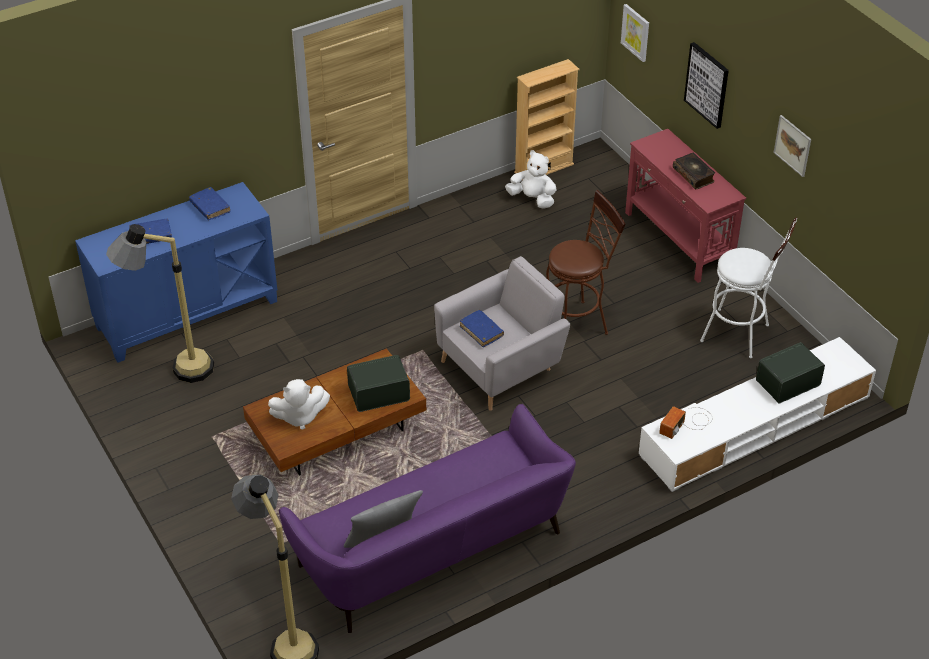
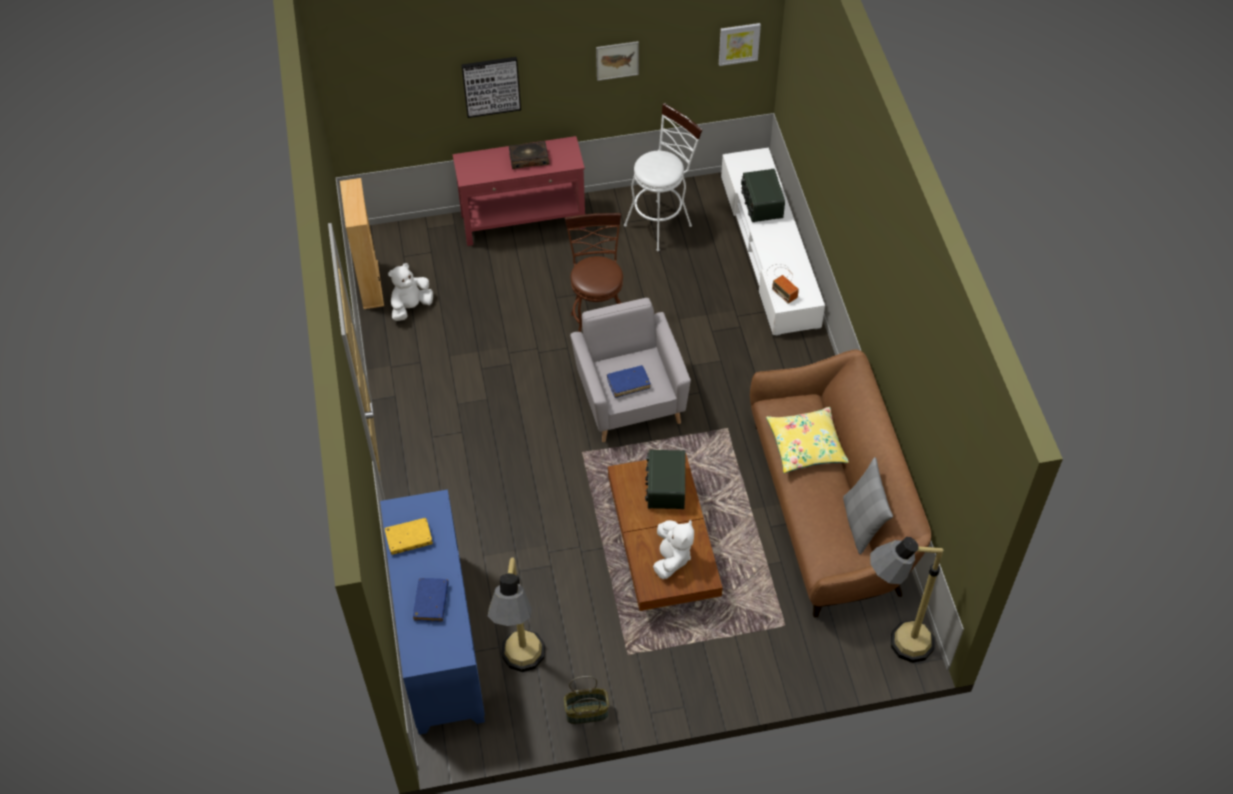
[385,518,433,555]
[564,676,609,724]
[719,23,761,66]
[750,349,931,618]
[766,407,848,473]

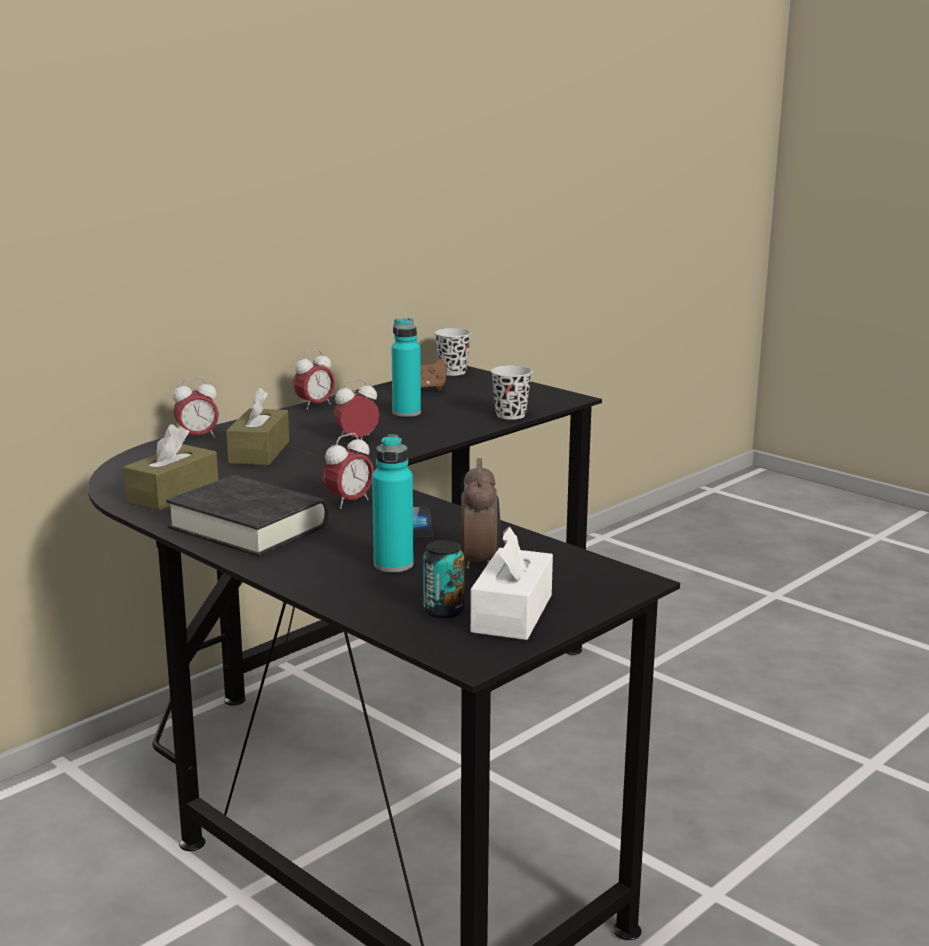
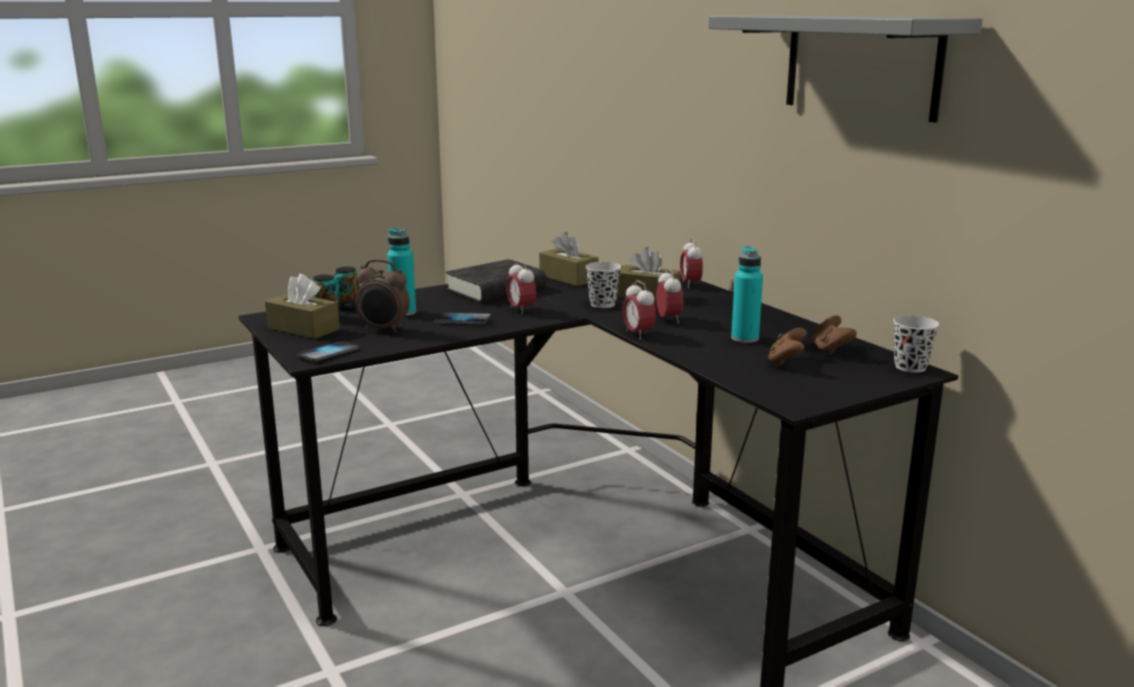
[265,274,340,339]
[297,341,360,361]
[334,267,359,311]
[585,262,621,308]
[622,280,656,339]
[708,15,983,123]
[768,328,807,367]

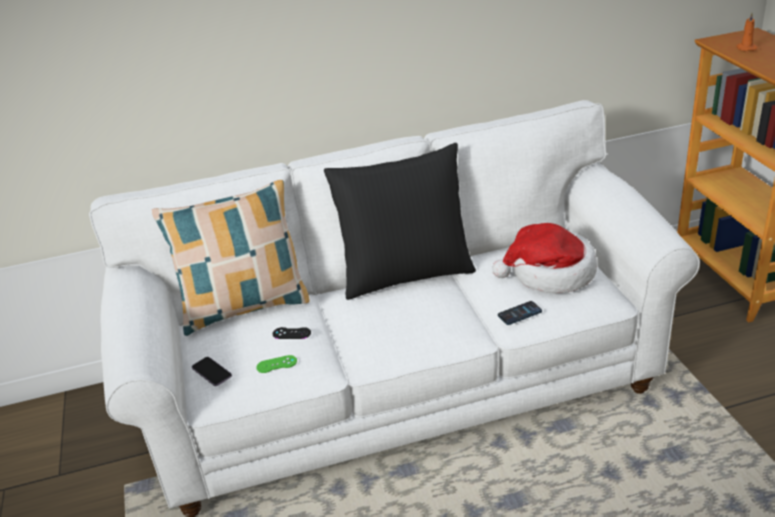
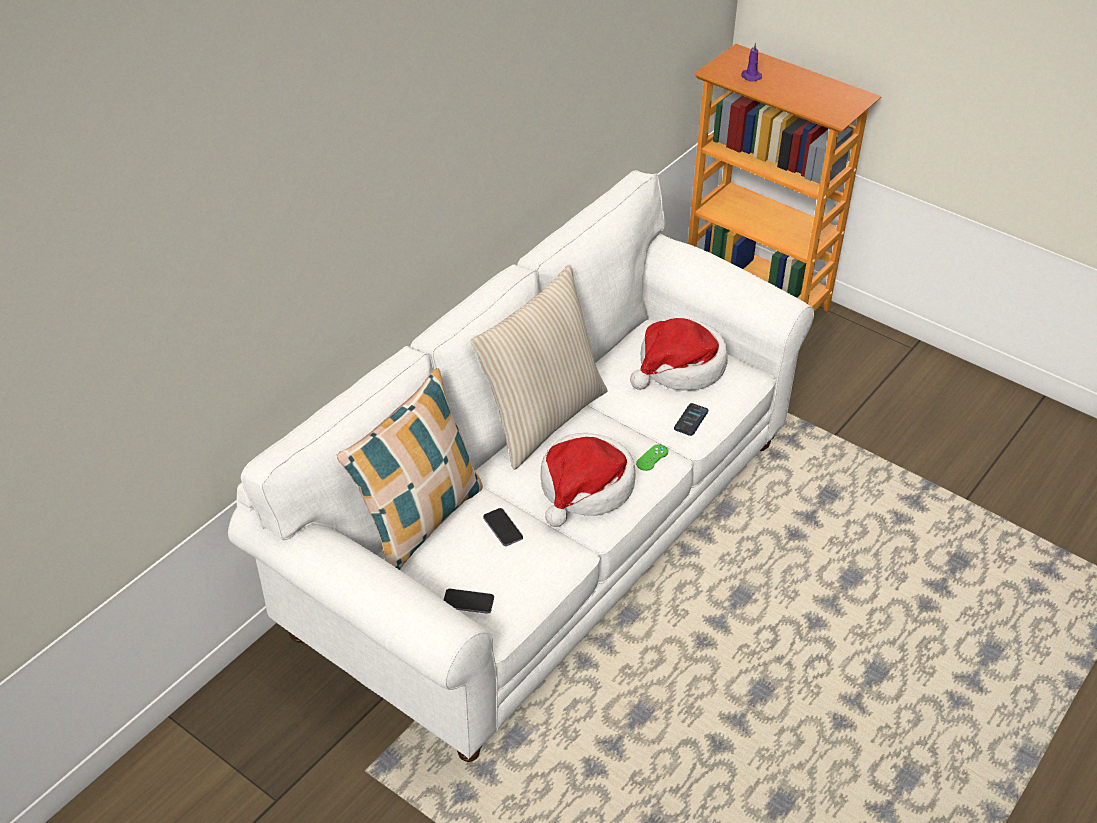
[470,264,607,470]
[483,508,523,546]
[540,433,636,527]
[636,444,668,471]
[741,42,762,82]

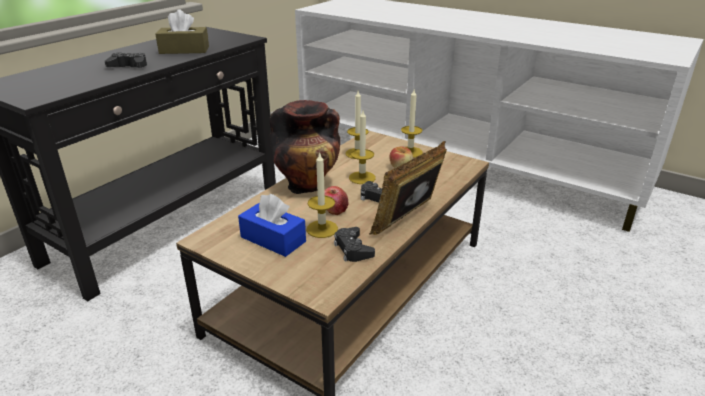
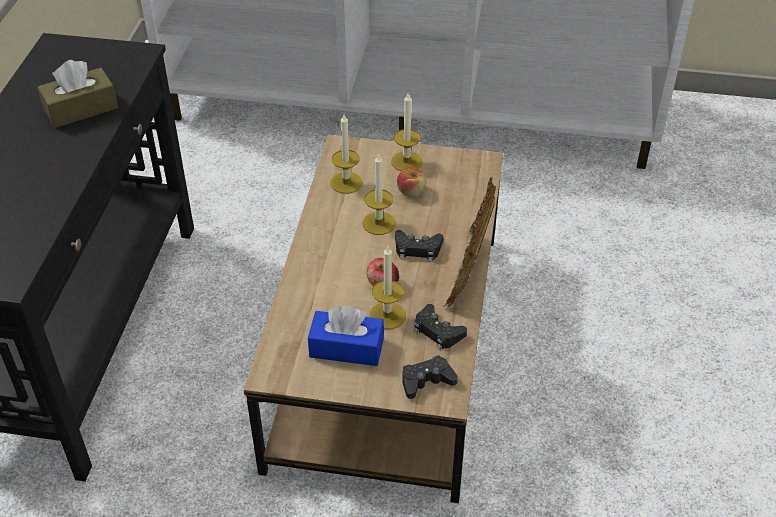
[402,355,458,399]
[269,100,340,194] (first image)

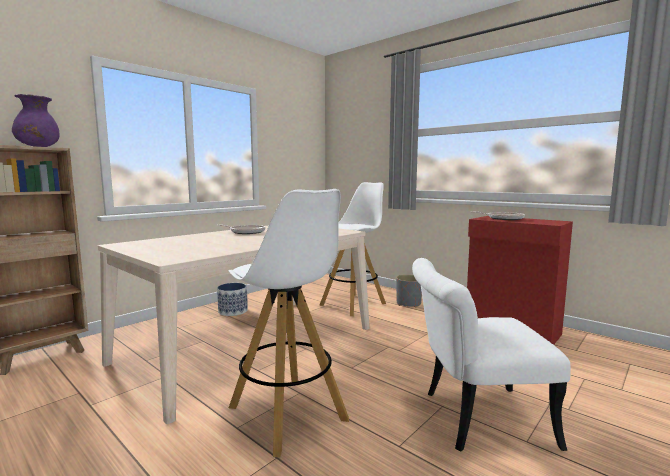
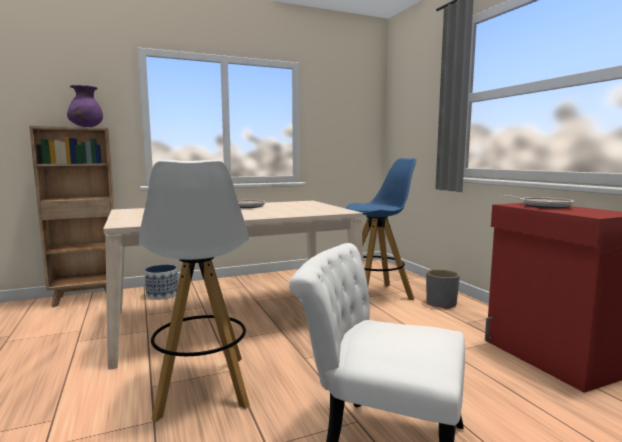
[145,264,178,300]
[345,158,417,300]

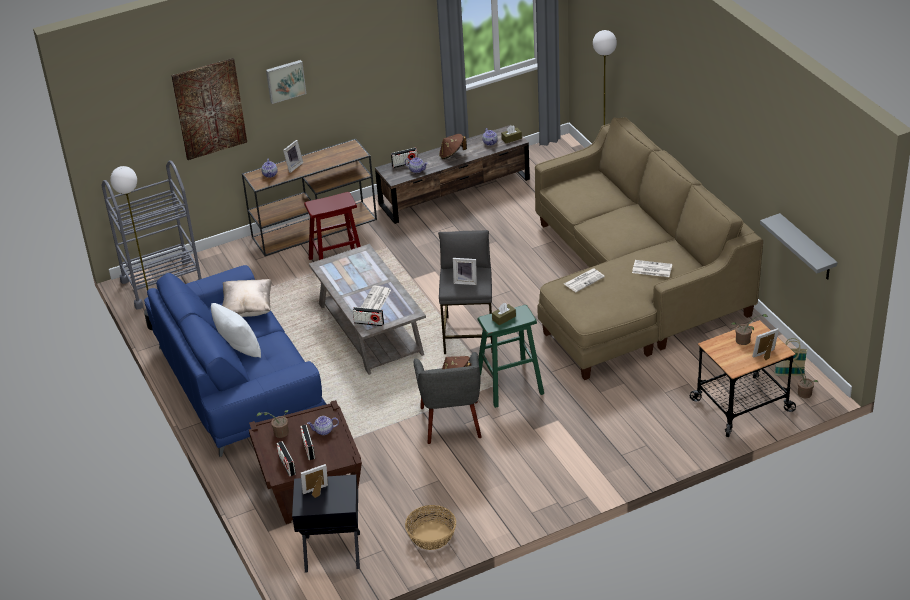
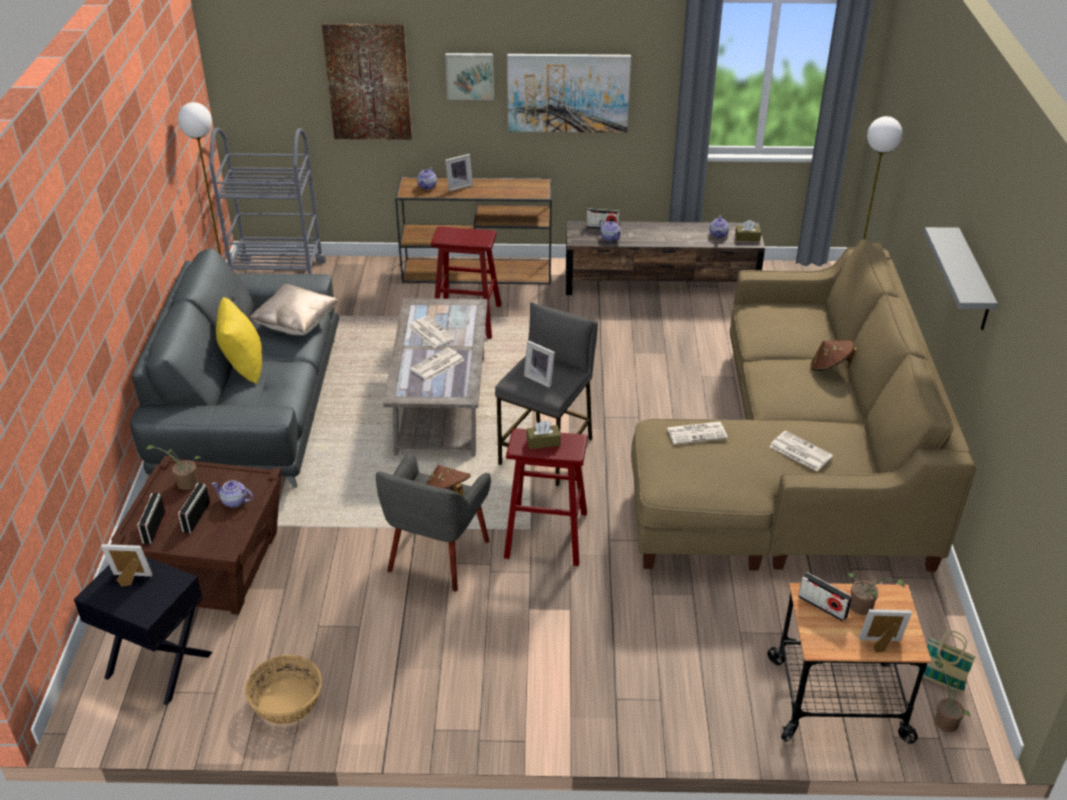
[130,248,340,488]
[216,297,262,384]
[408,316,455,348]
[504,428,587,566]
[507,54,631,133]
[798,572,852,622]
[810,340,857,371]
[924,227,998,330]

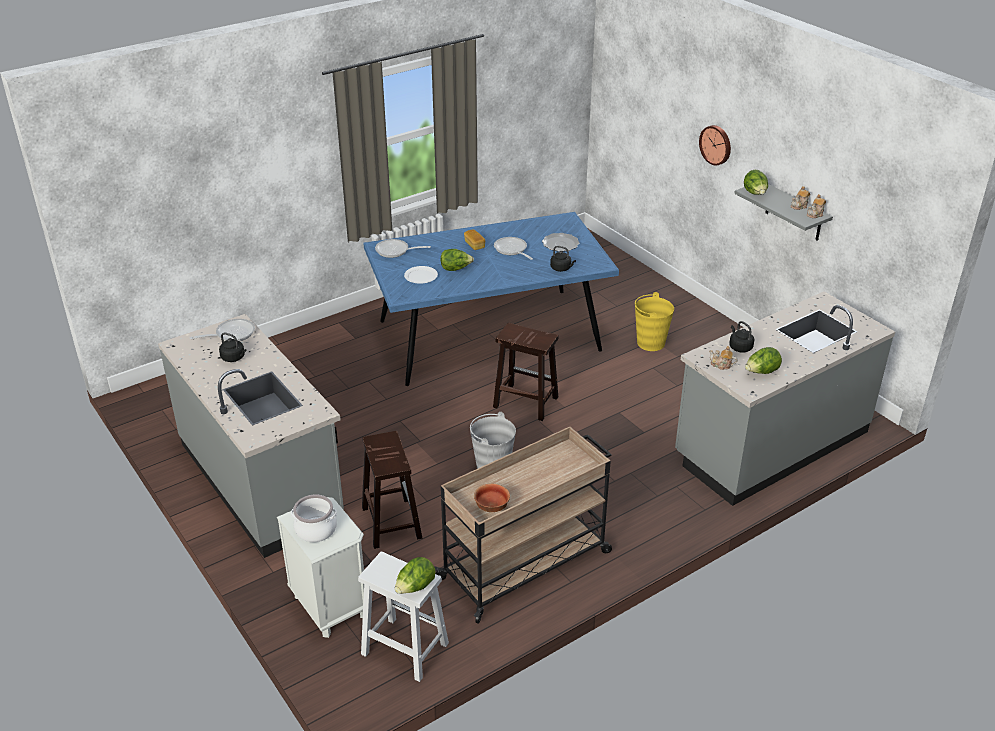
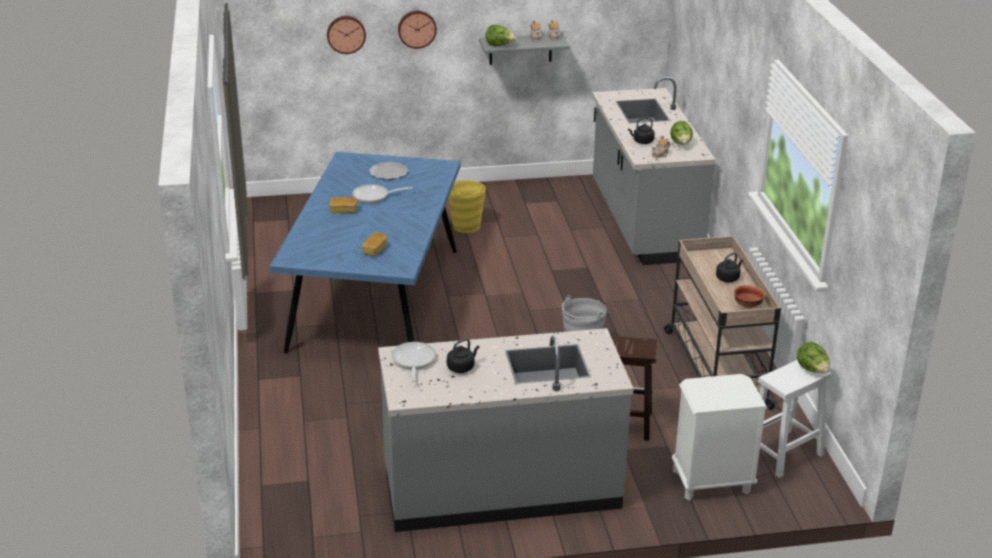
[327,16,366,54]
[362,233,387,256]
[716,252,743,282]
[291,494,337,542] (first image)
[375,239,431,258] (first image)
[441,249,474,271] (first image)
[493,323,559,421] (first image)

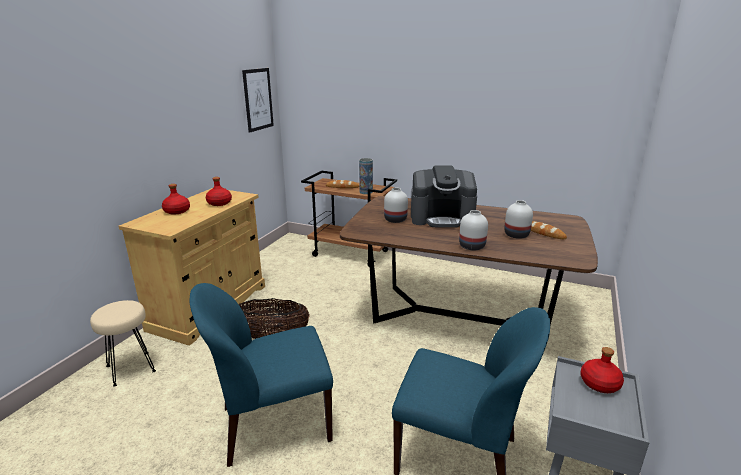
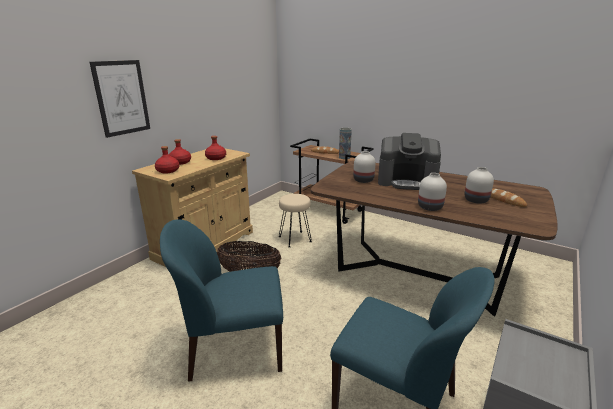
[89,60,150,138]
[155,146,179,174]
[279,194,312,247]

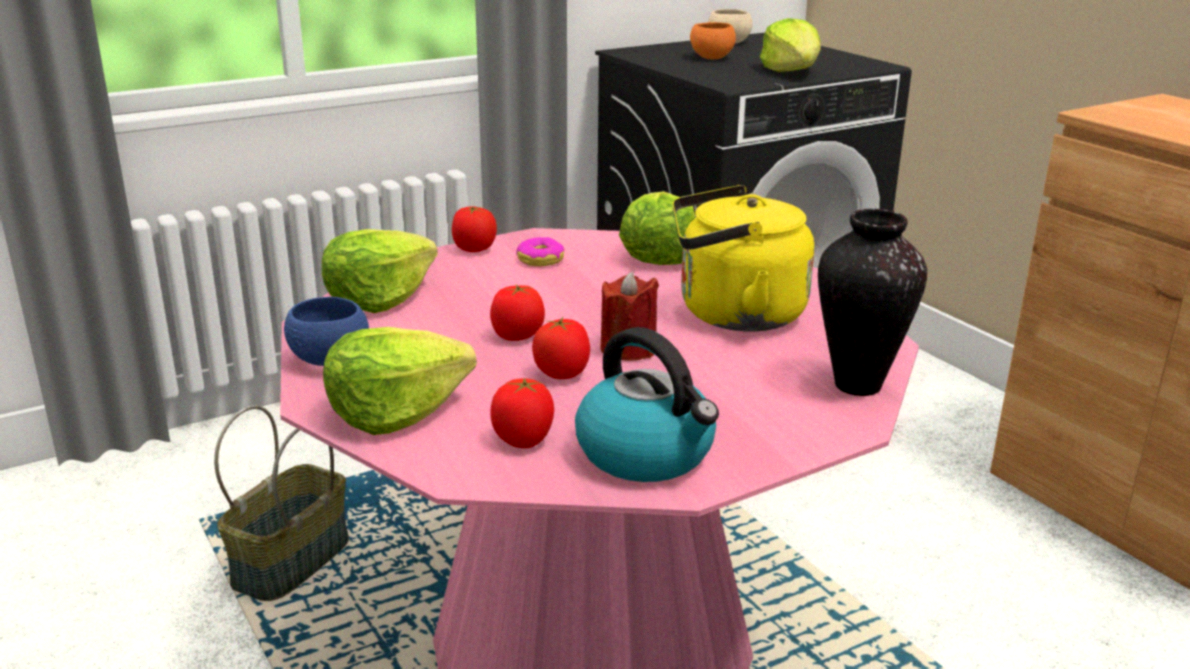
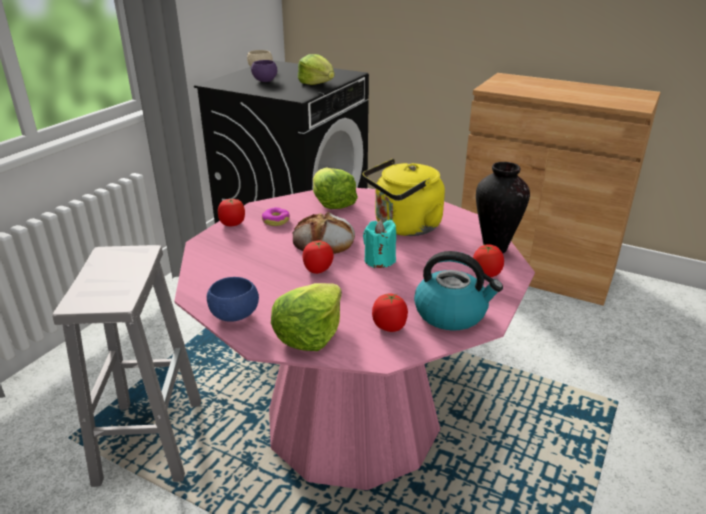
[53,245,201,487]
[251,60,277,82]
[292,212,355,254]
[363,219,396,268]
[473,244,504,277]
[322,229,438,313] (first image)

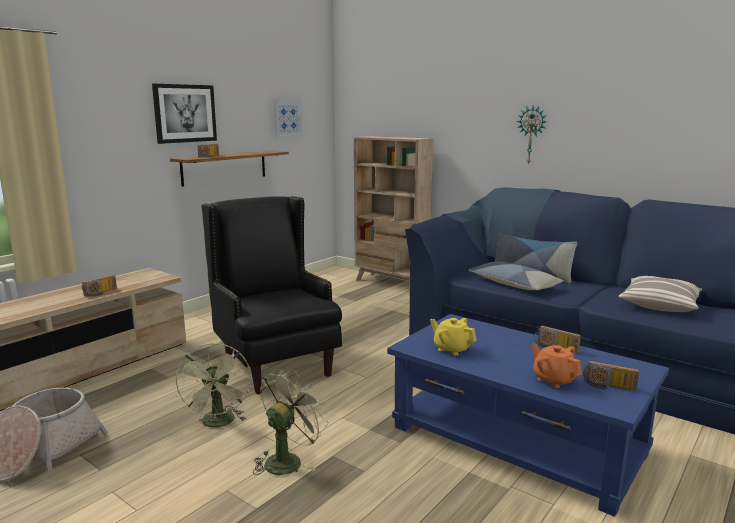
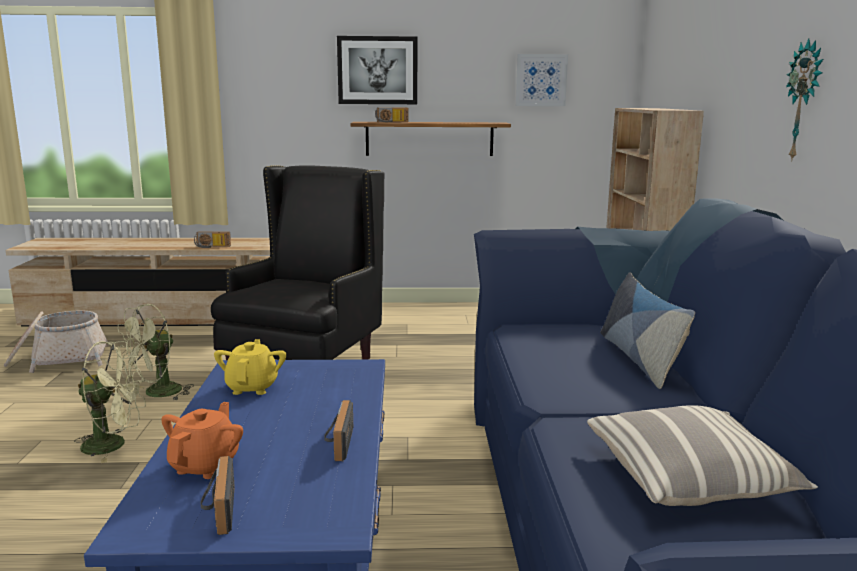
[469,262,564,290] (first image)

